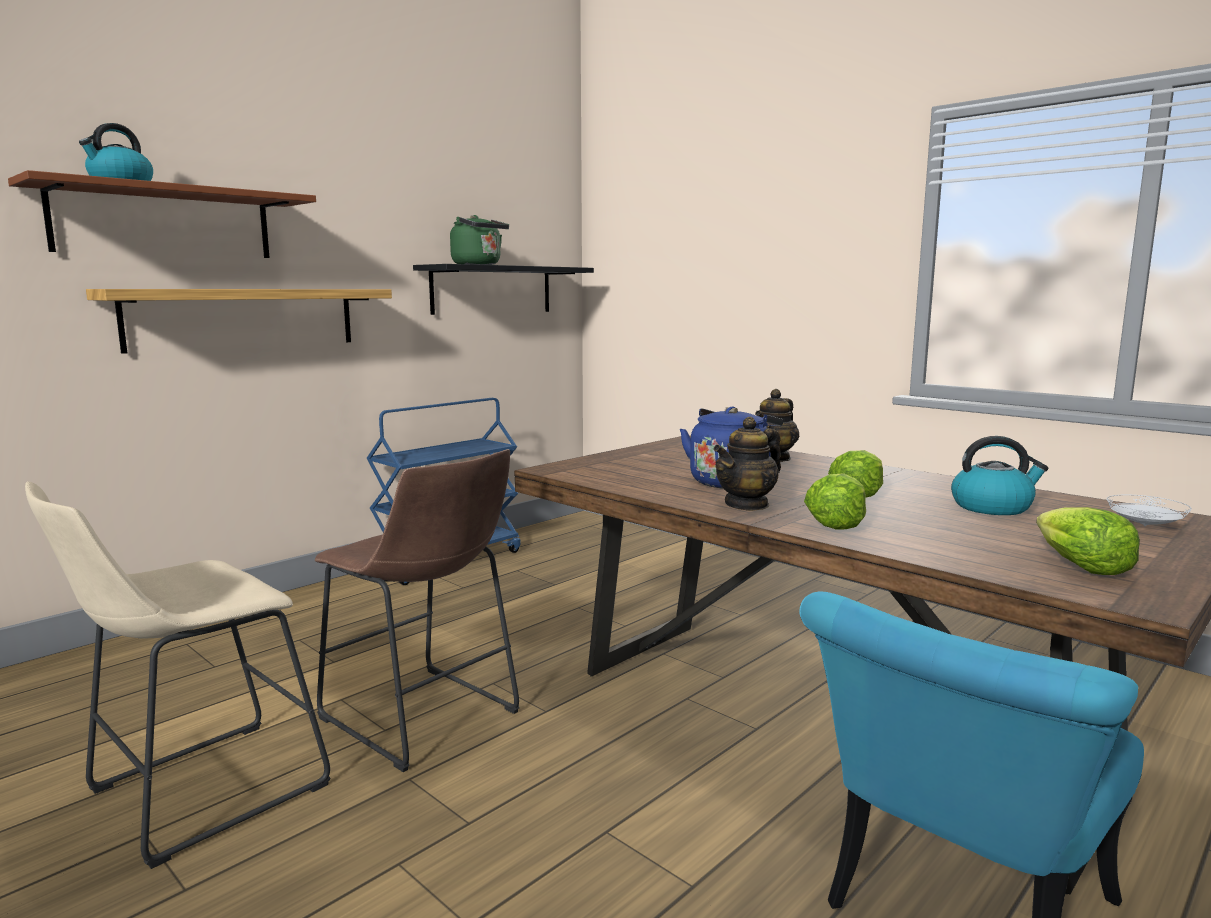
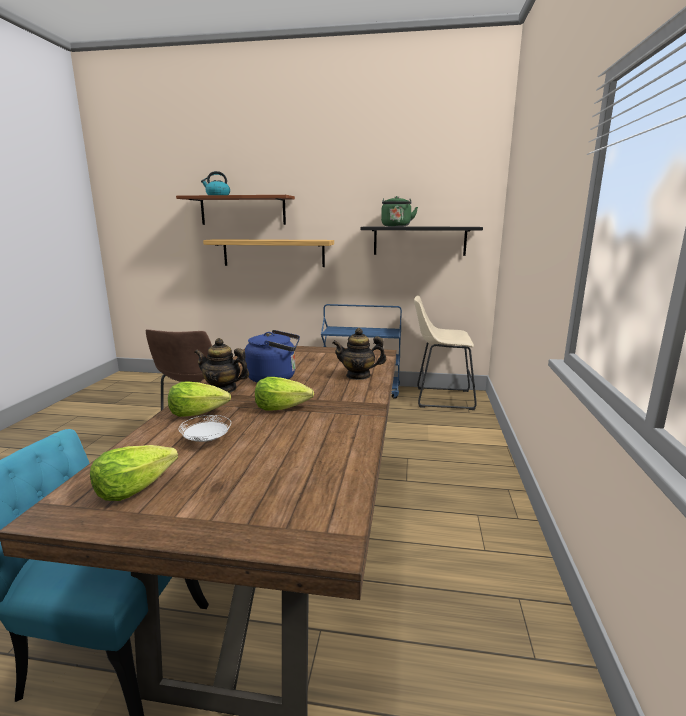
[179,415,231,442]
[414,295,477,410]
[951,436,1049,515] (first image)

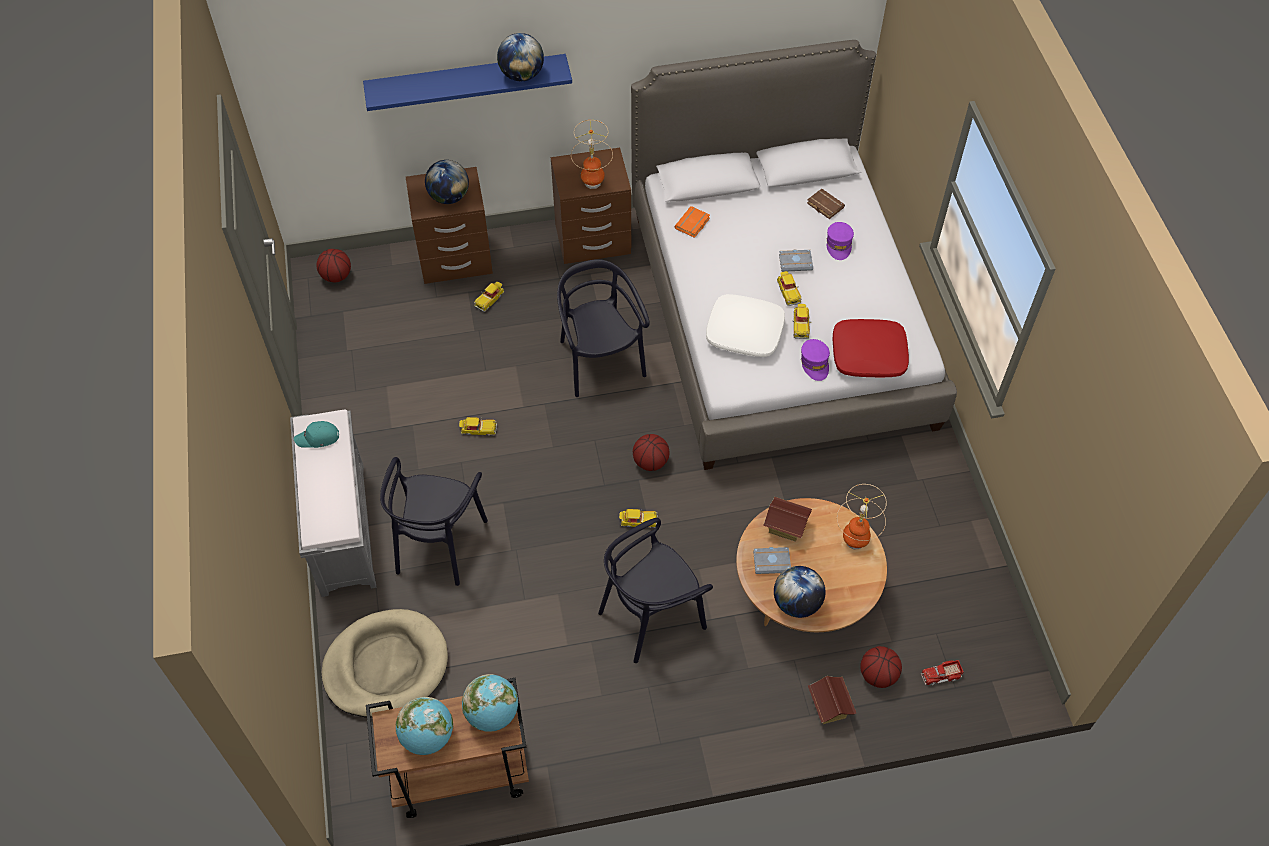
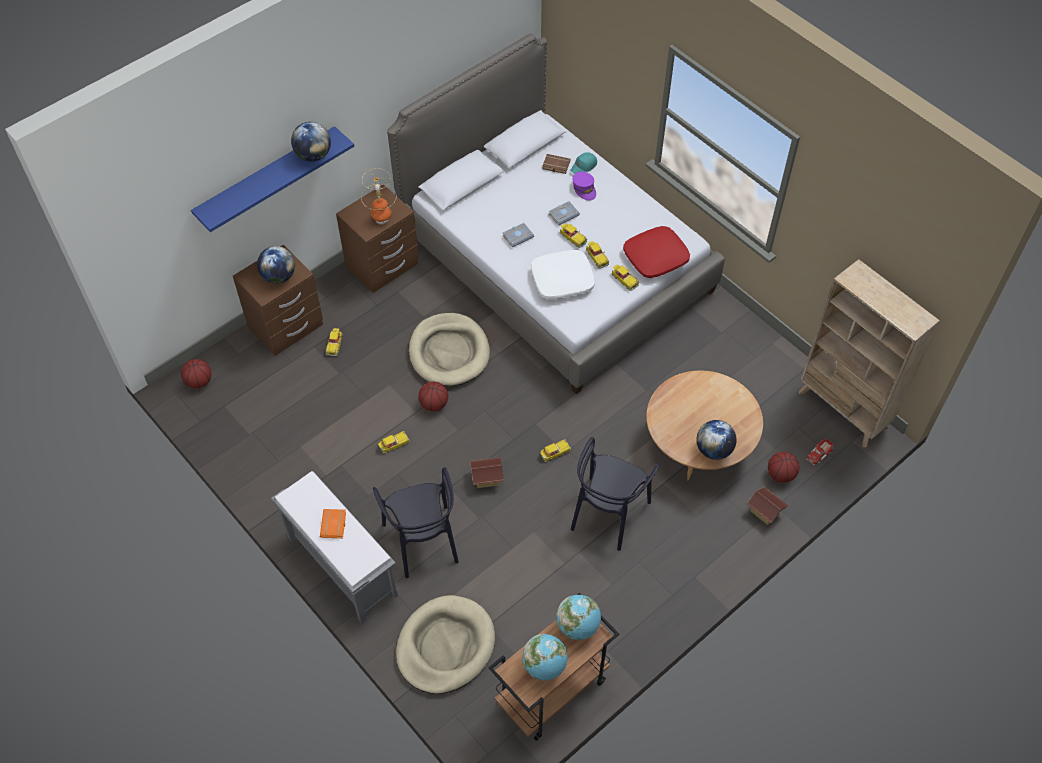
[320,509,346,538]
[409,313,490,386]
[418,382,448,411]
[470,457,504,488]
[503,223,534,247]
[570,152,597,174]
[611,265,639,291]
[799,259,940,448]
[837,484,887,550] (first image)

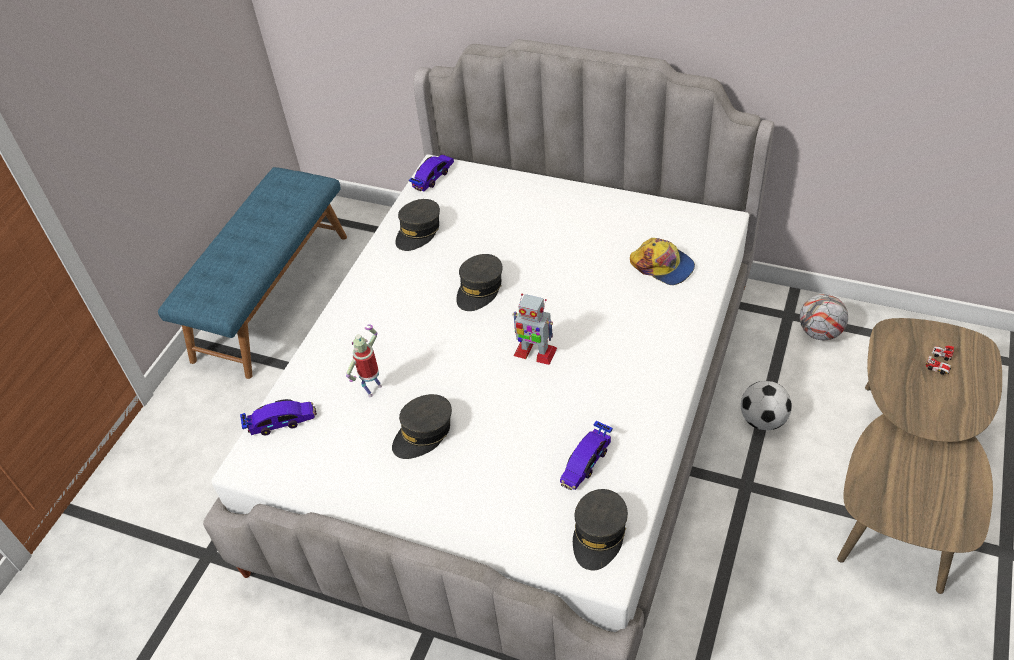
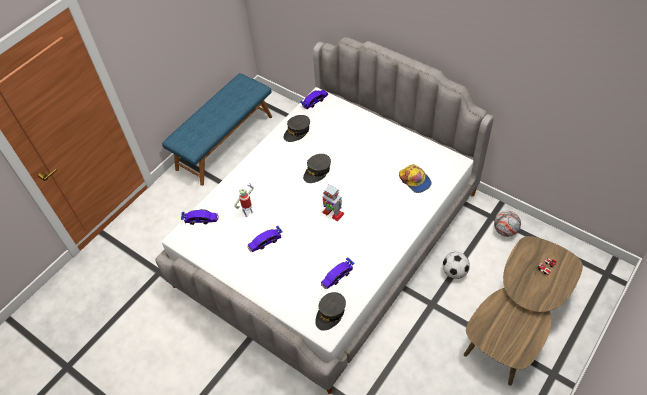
[248,226,283,252]

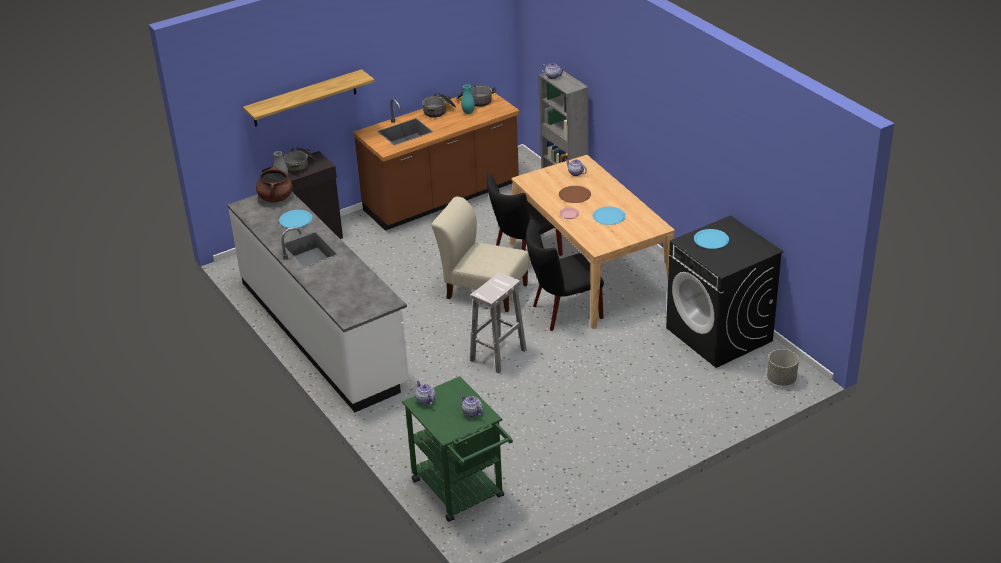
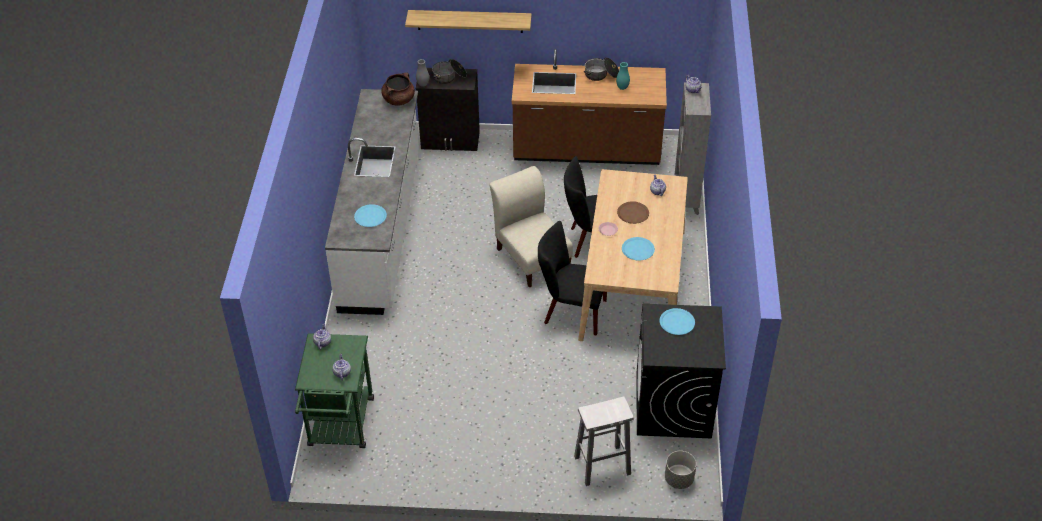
[354,204,387,227]
[574,396,634,486]
[456,85,496,107] (first image)

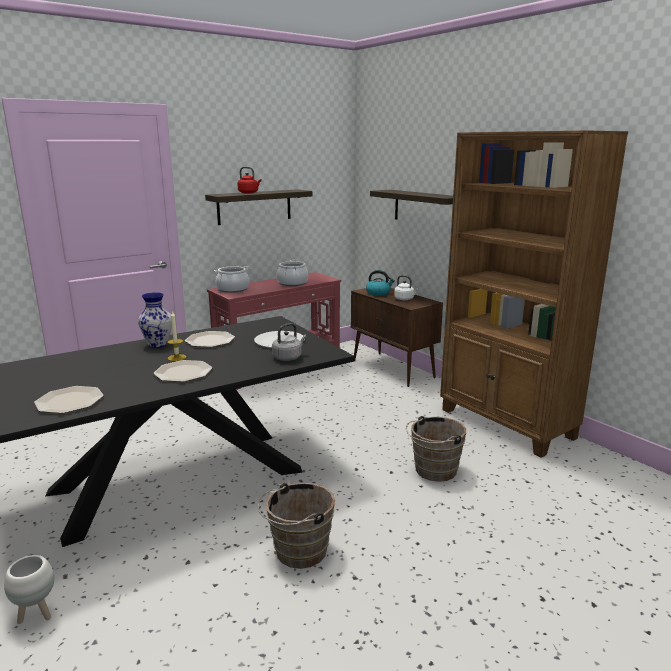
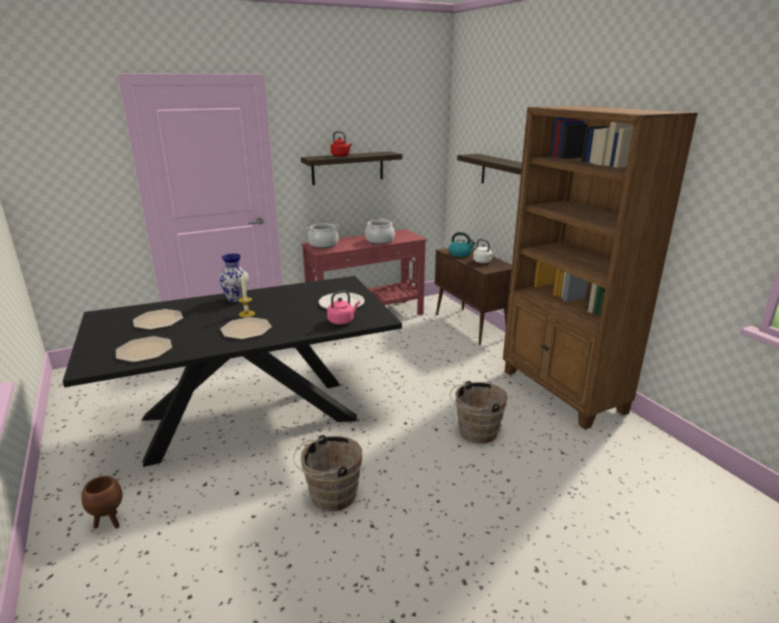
[81,476,123,529]
[133,309,183,330]
[327,291,360,325]

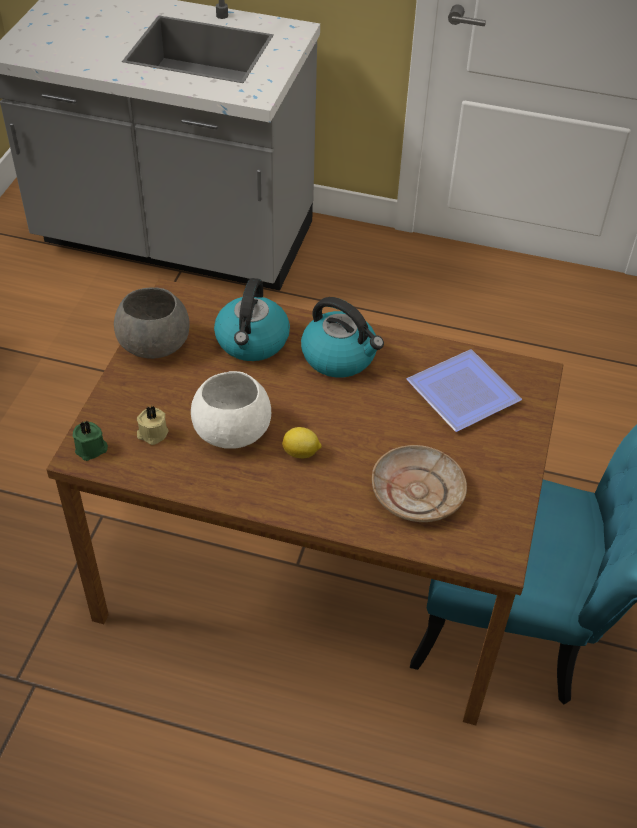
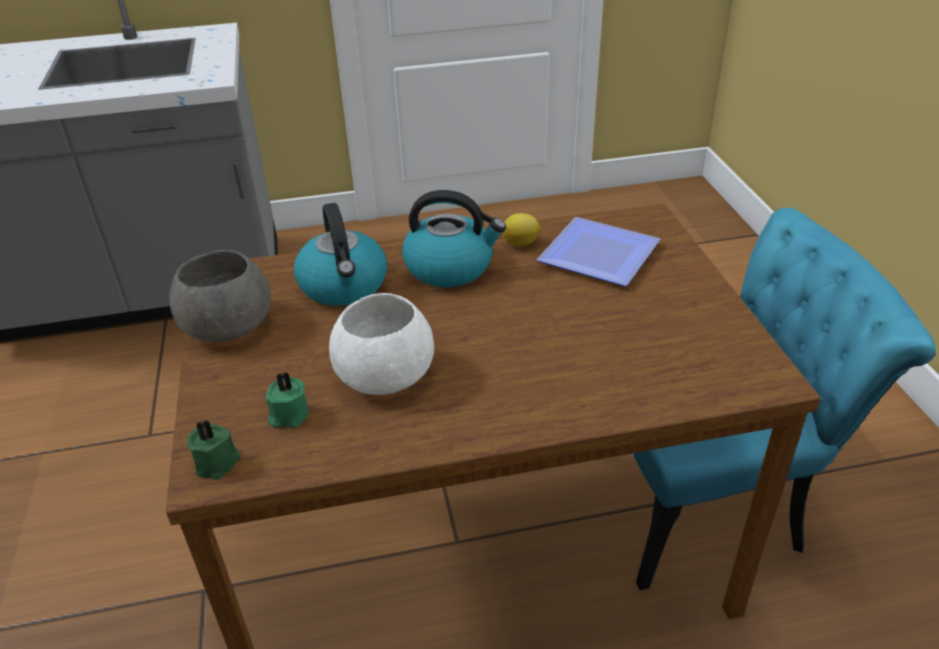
[265,372,309,427]
[502,213,541,246]
[372,445,467,522] (first image)

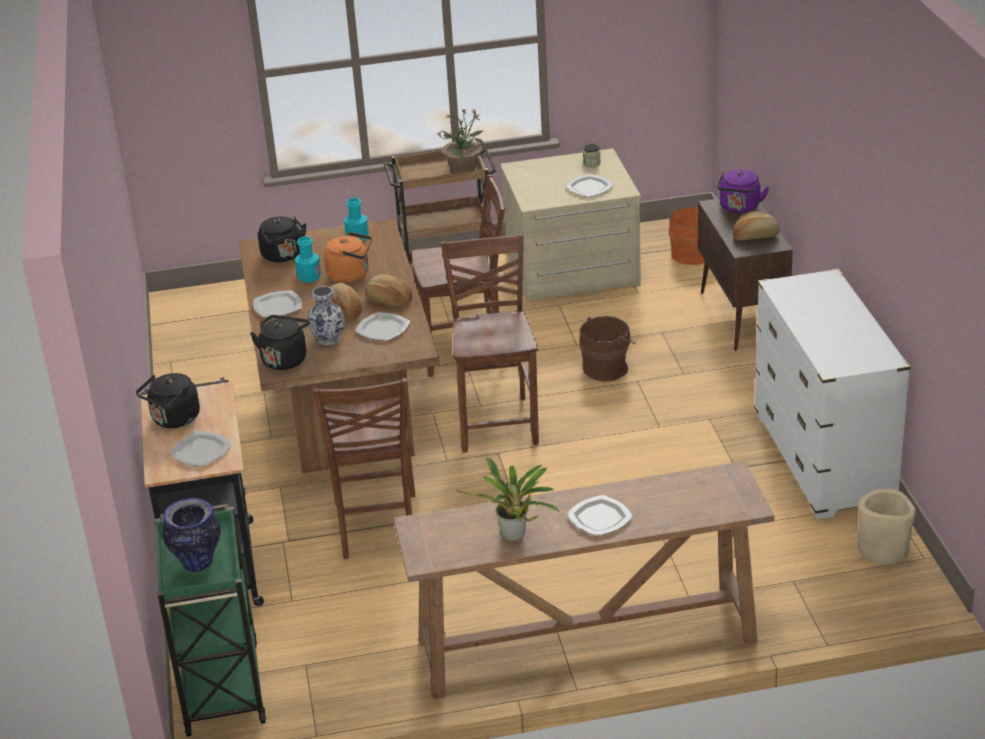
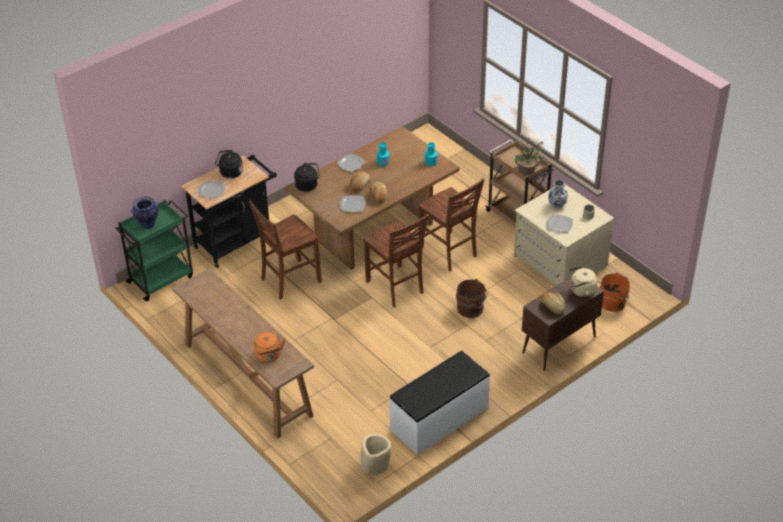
[254,332,285,363]
[363,214,429,307]
[389,351,490,455]
[548,180,568,209]
[568,266,597,297]
[258,217,307,262] (first image)
[456,458,559,541] (first image)
[566,495,633,536] (first image)

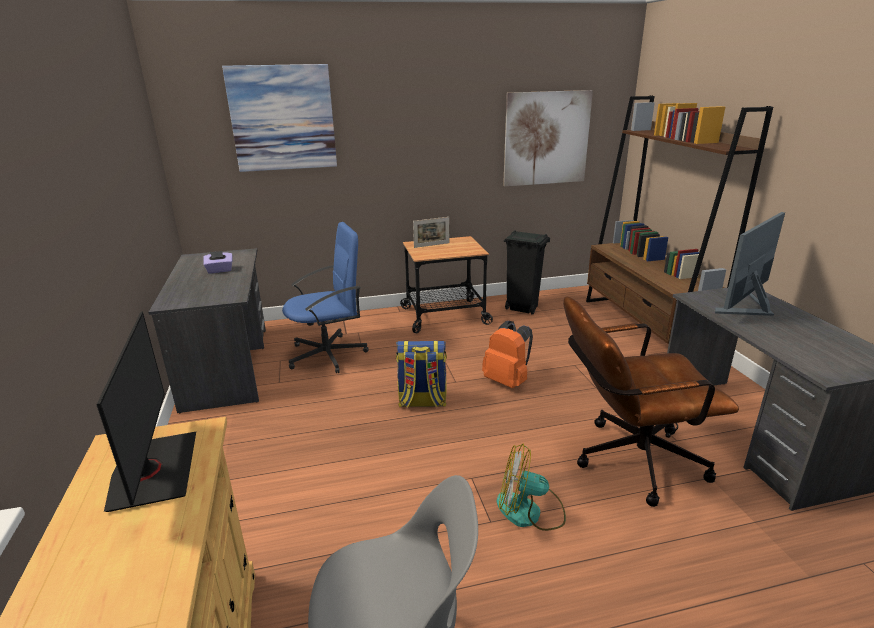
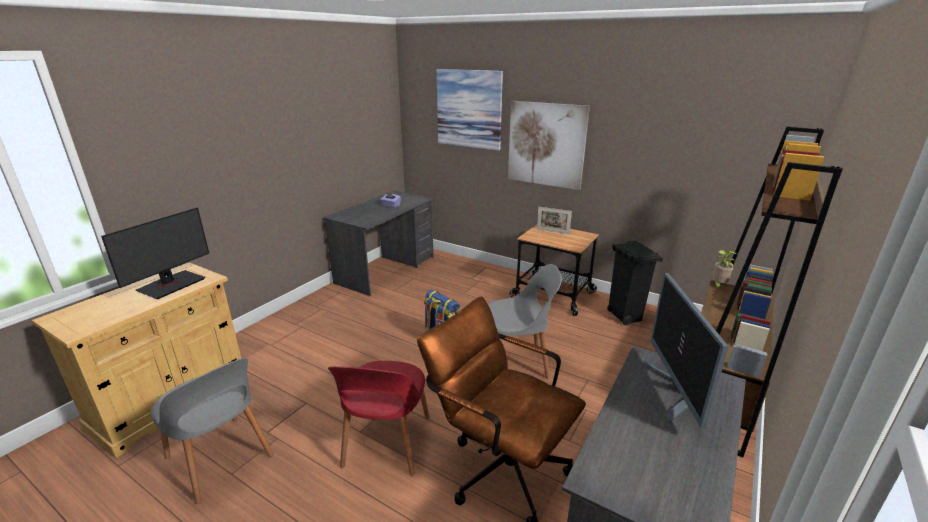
[328,361,430,476]
[487,264,562,379]
[508,101,590,190]
[645,273,729,428]
[713,250,736,289]
[282,222,369,373] (first image)

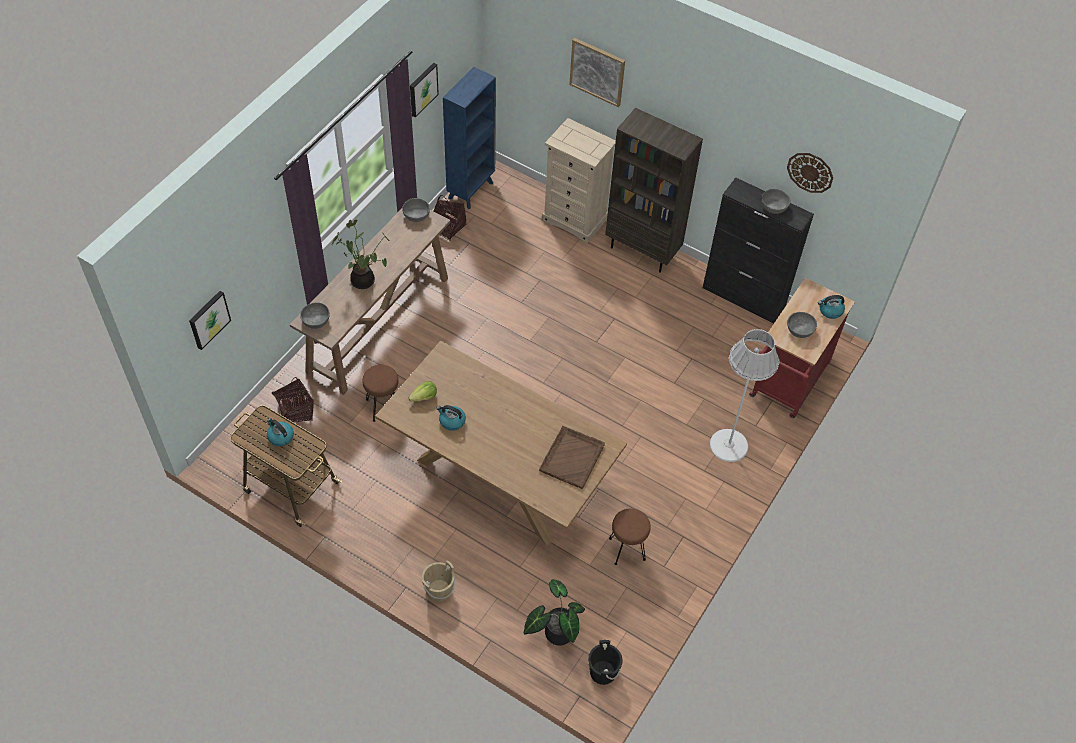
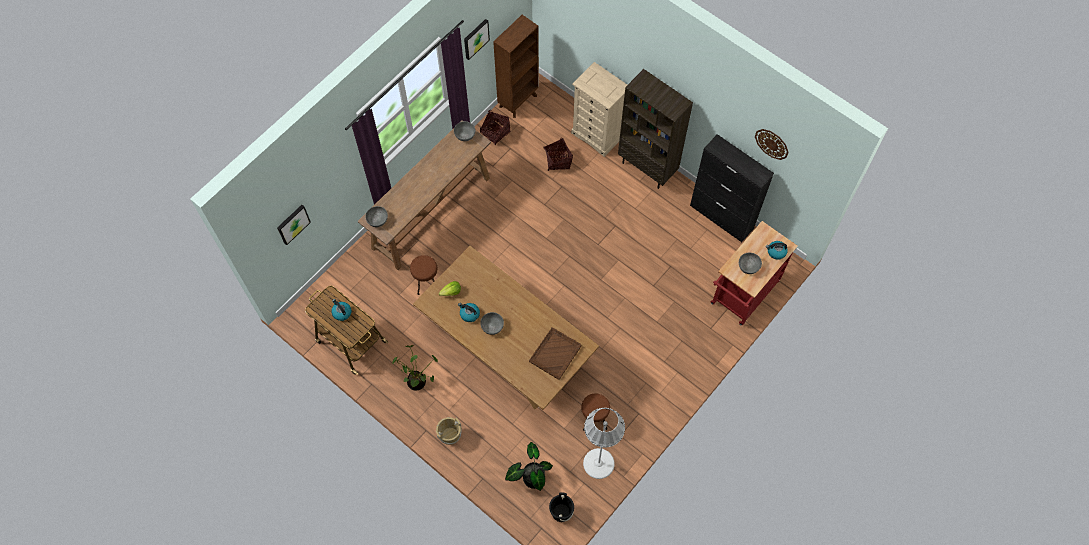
[392,345,438,391]
[480,312,504,335]
[493,15,539,118]
[543,138,573,171]
[583,408,625,479]
[569,38,625,107] (first image)

